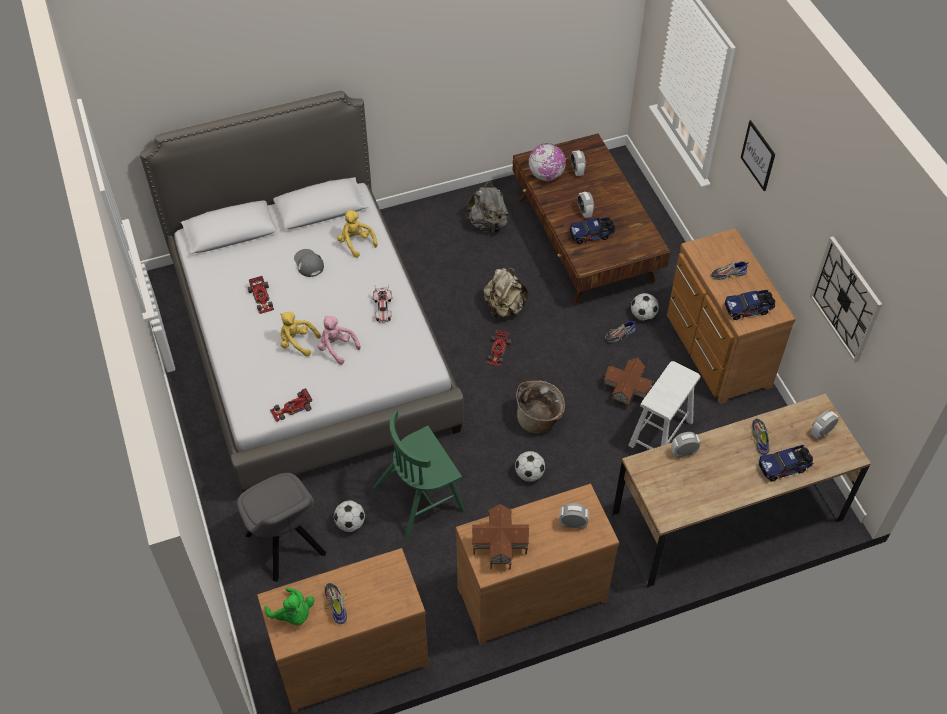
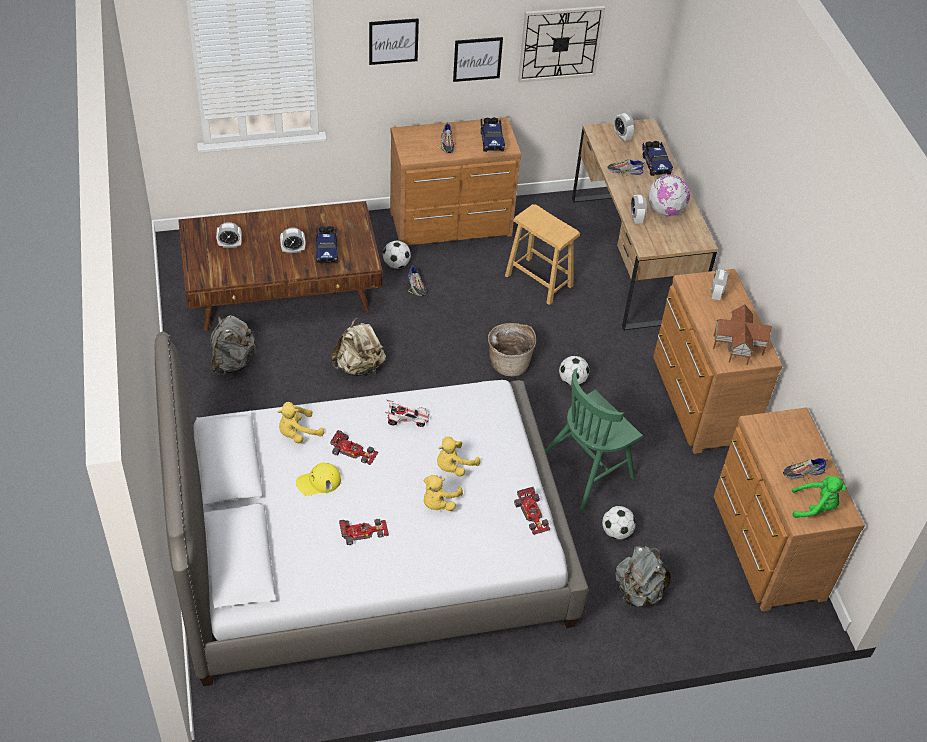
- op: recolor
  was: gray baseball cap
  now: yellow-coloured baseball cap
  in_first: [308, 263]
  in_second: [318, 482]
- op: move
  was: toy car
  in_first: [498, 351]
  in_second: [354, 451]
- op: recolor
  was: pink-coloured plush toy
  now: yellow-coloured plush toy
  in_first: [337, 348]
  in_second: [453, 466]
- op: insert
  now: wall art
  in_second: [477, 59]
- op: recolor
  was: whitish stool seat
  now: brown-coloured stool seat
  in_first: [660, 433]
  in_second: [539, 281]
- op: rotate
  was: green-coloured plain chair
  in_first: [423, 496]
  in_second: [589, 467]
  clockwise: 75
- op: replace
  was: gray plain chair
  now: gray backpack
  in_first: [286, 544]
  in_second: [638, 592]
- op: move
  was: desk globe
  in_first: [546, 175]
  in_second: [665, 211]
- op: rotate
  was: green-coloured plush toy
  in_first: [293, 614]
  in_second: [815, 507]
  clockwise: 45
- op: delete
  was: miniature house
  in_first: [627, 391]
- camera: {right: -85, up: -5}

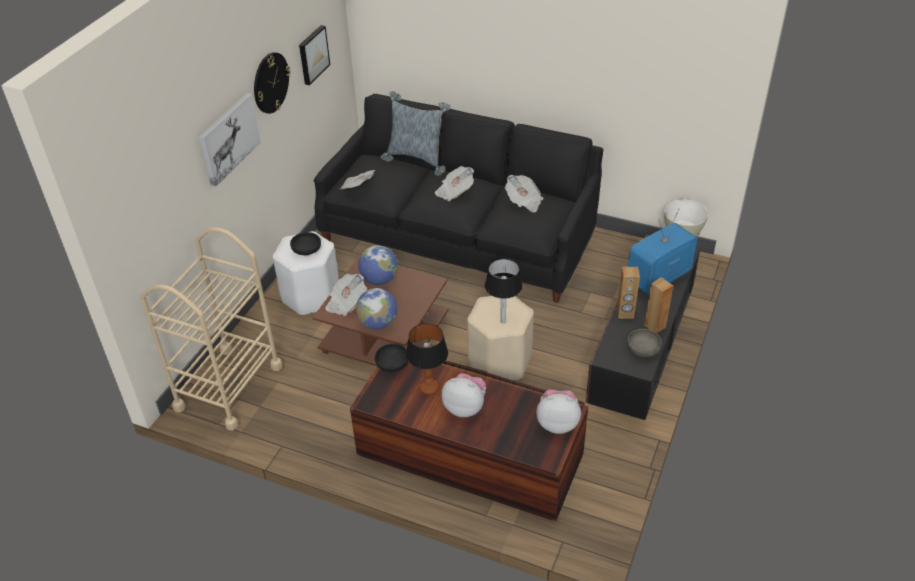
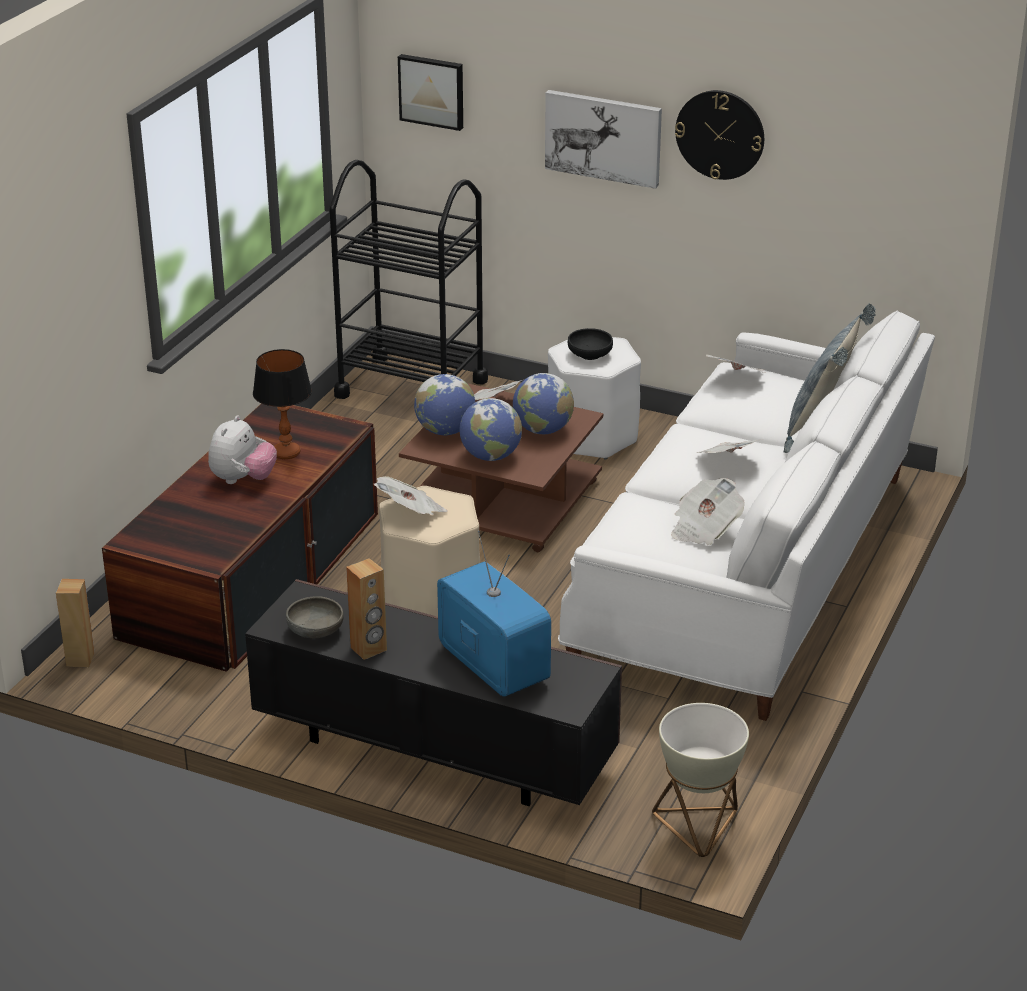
- op: move
  was: brown-coloured loudspeaker
  in_first: [625, 313]
  in_second: [80, 659]
- op: recolor
  was: beige wheeled cart
  now: black wheeled cart
  in_first: [229, 387]
  in_second: [411, 388]
- op: replace
  was: lamp for a table
  now: newspaper
  in_first: [502, 321]
  in_second: [411, 512]
- op: move
  was: wall art
  in_first: [312, 54]
  in_second: [432, 91]
- op: insert
  now: desk globe
  in_second: [490, 456]
- op: recolor
  was: black sofa
  now: whitish sofa
  in_first: [459, 236]
  in_second: [750, 569]
- op: delete
  was: black deep dish
  in_first: [392, 365]
- op: delete
  was: plush toy
  in_first: [557, 423]
- camera: {right: 90, up: -10}

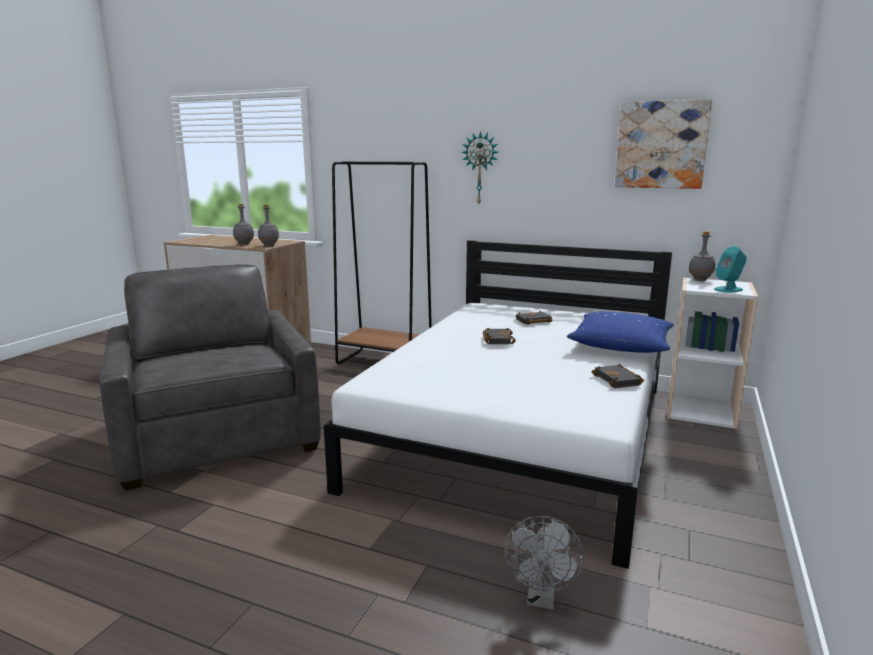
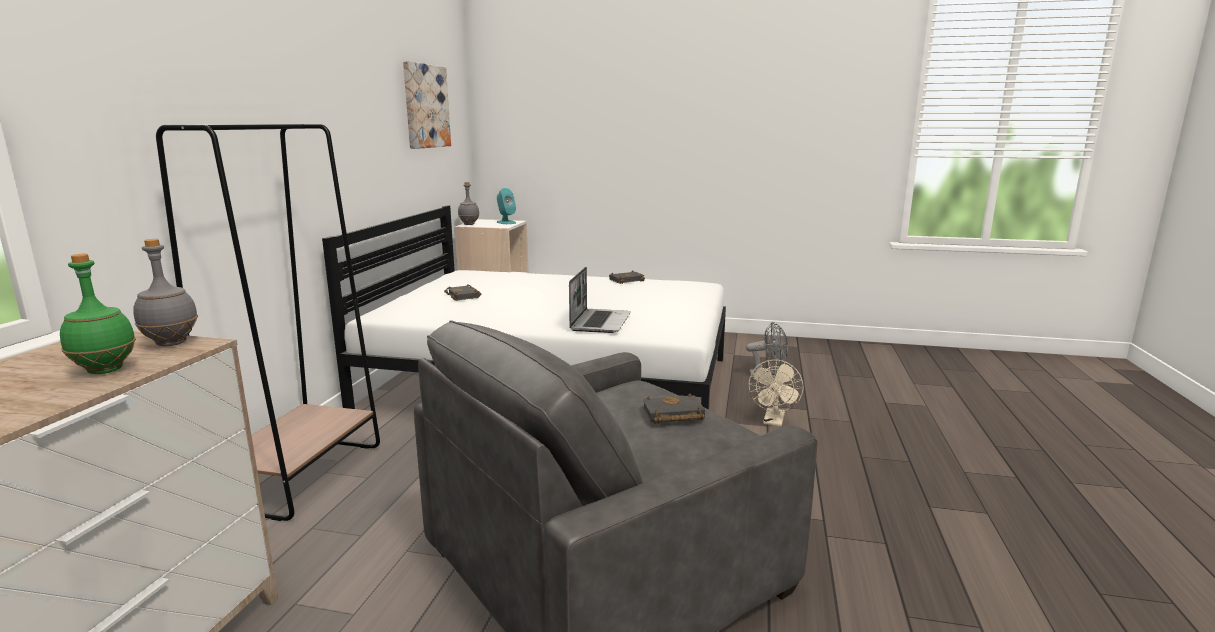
- op: recolor
  was: gray drink bottle
  now: green-coloured drink bottle
  in_first: [244, 244]
  in_second: [104, 370]
- op: insert
  now: portable computer
  in_second: [600, 322]
- op: move
  was: black book
  in_first: [497, 339]
  in_second: [672, 415]
- op: insert
  now: beige fan
  in_second: [774, 422]
- op: delete
  was: wall clock
  in_first: [480, 168]
- op: delete
  was: bluish pillow
  in_first: [621, 346]
- camera: {right: -100, up: 0}

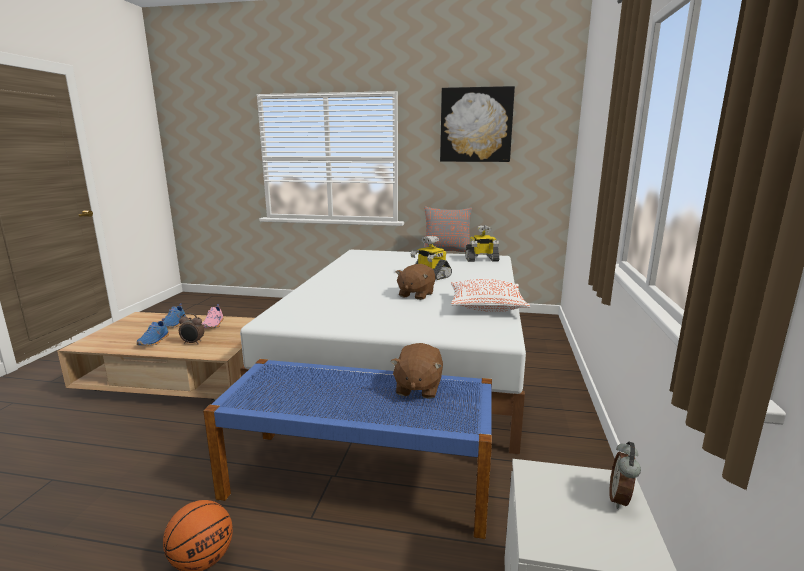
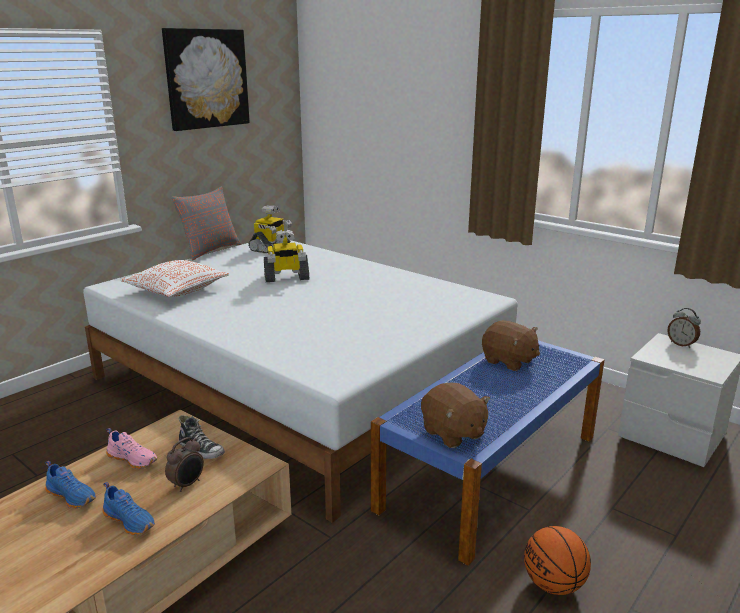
- op: move
  was: whitish pillow
  in_first: [486, 306]
  in_second: [177, 290]
- op: insert
  now: low shoe
  in_second: [202, 450]
- op: move
  was: brown-coloured plush toy
  in_first: [415, 294]
  in_second: [453, 433]
- camera: {right: -60, up: 5}

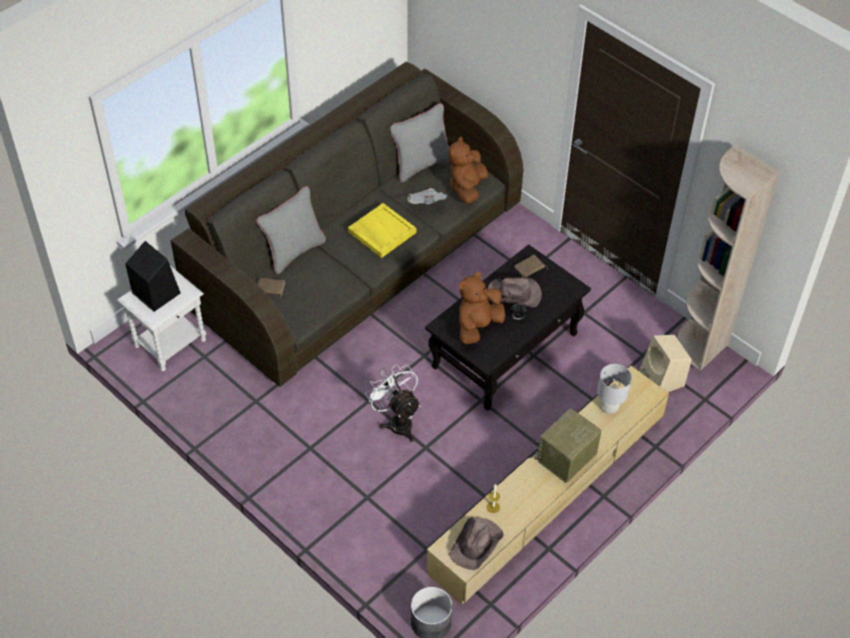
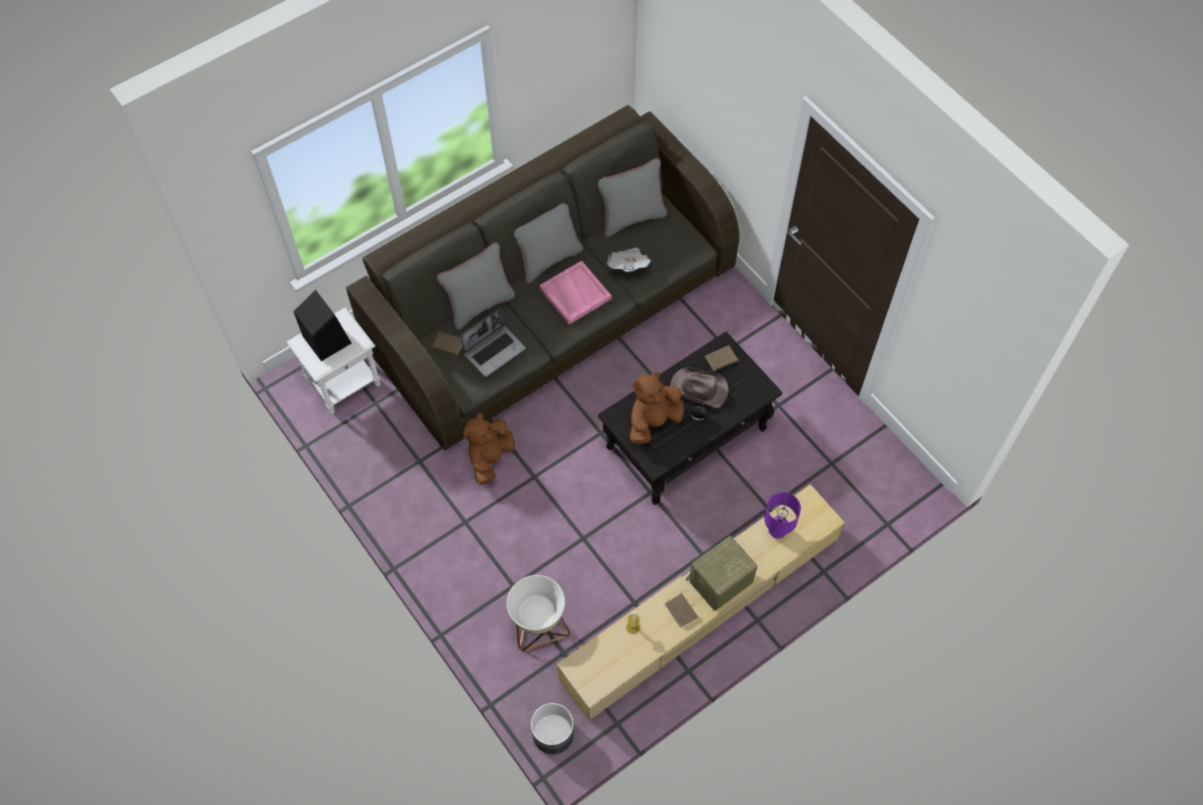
- op: insert
  now: portable computer
  in_second: [494, 350]
- op: move
  was: brown-coloured plush toy
  in_first: [467, 188]
  in_second: [490, 458]
- op: insert
  now: planter
  in_second: [538, 629]
- op: insert
  now: gray pillow
  in_second: [548, 259]
- op: recolor
  was: yellow-coloured serving tray
  now: pink-coloured serving tray
  in_first: [381, 232]
  in_second: [574, 294]
- op: insert
  now: brown-coloured book
  in_second: [682, 610]
- op: recolor
  was: gray lamp for a table
  now: purplish lamp for a table
  in_first: [610, 408]
  in_second: [778, 530]
- op: delete
  was: whitish fan
  in_first: [397, 421]
- op: delete
  was: brown-coloured clothing hat
  in_first: [476, 544]
- op: delete
  was: beige loudspeaker
  in_first: [662, 379]
- op: delete
  was: beige shelving unit
  in_first: [696, 348]
- camera: {right: 10, up: 10}

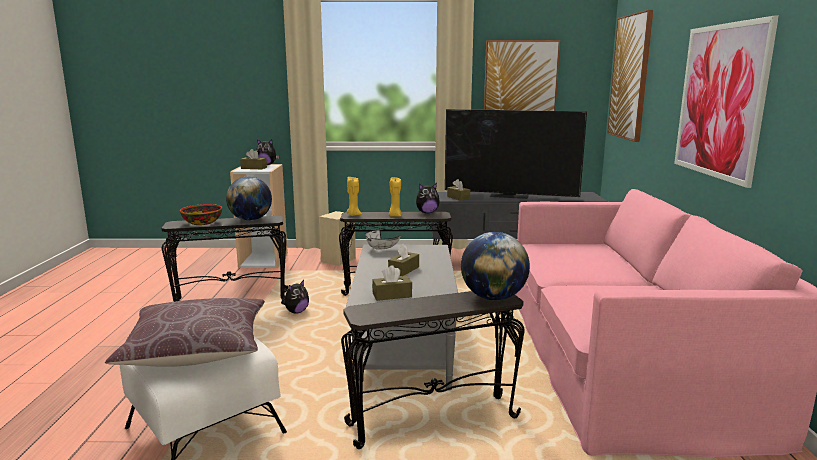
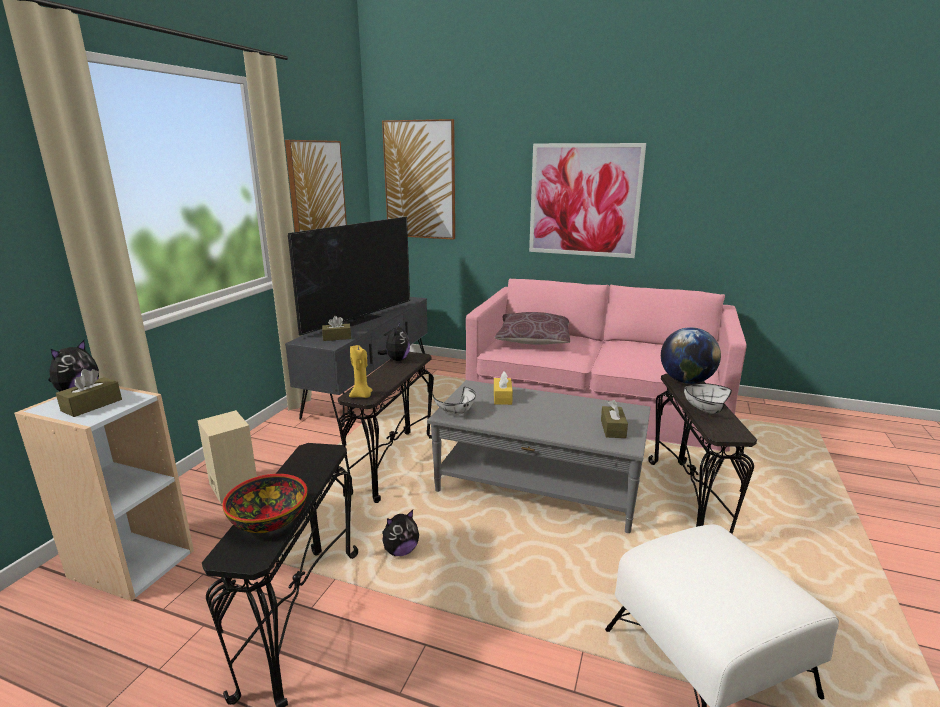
- op: rotate
  was: plush toy
  in_first: [296, 312]
  in_second: [400, 551]
  clockwise: 90
- op: insert
  now: yellow-coloured tissue holder
  in_second: [502, 397]
- op: move
  was: brown-coloured pillow
  in_first: [196, 349]
  in_second: [533, 340]
- op: insert
  now: whitish deep dish
  in_second: [703, 410]
- op: delete
  was: desk globe
  in_first: [250, 220]
- op: delete
  was: brown-coloured tissue holder
  in_first: [403, 270]
- op: delete
  was: yellow-coloured wax light
  in_first: [395, 216]
- camera: {right: -70, up: 5}

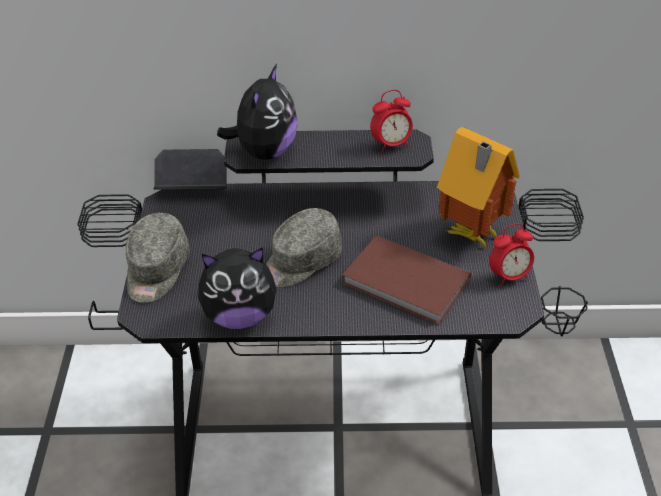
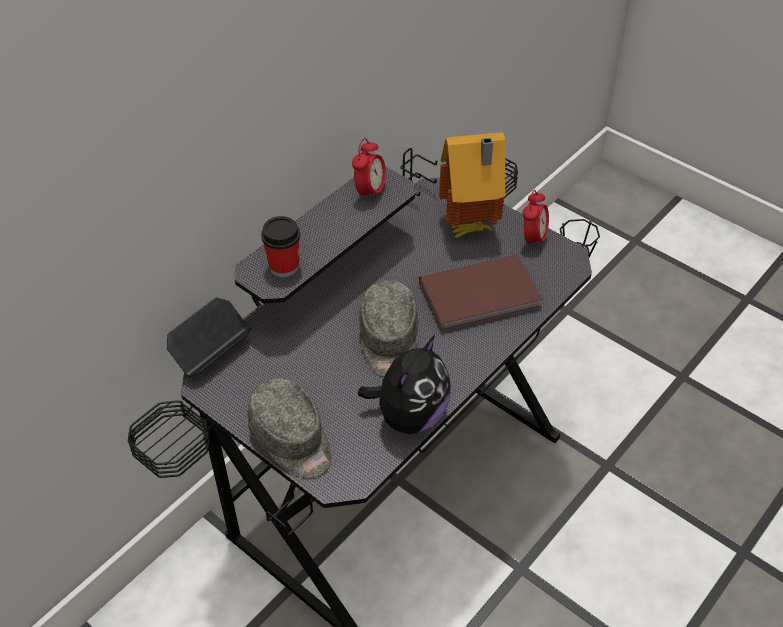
- op: replace
  was: plush toy
  now: small cup
  in_first: [265, 151]
  in_second: [284, 266]
- camera: {right: -50, up: 5}

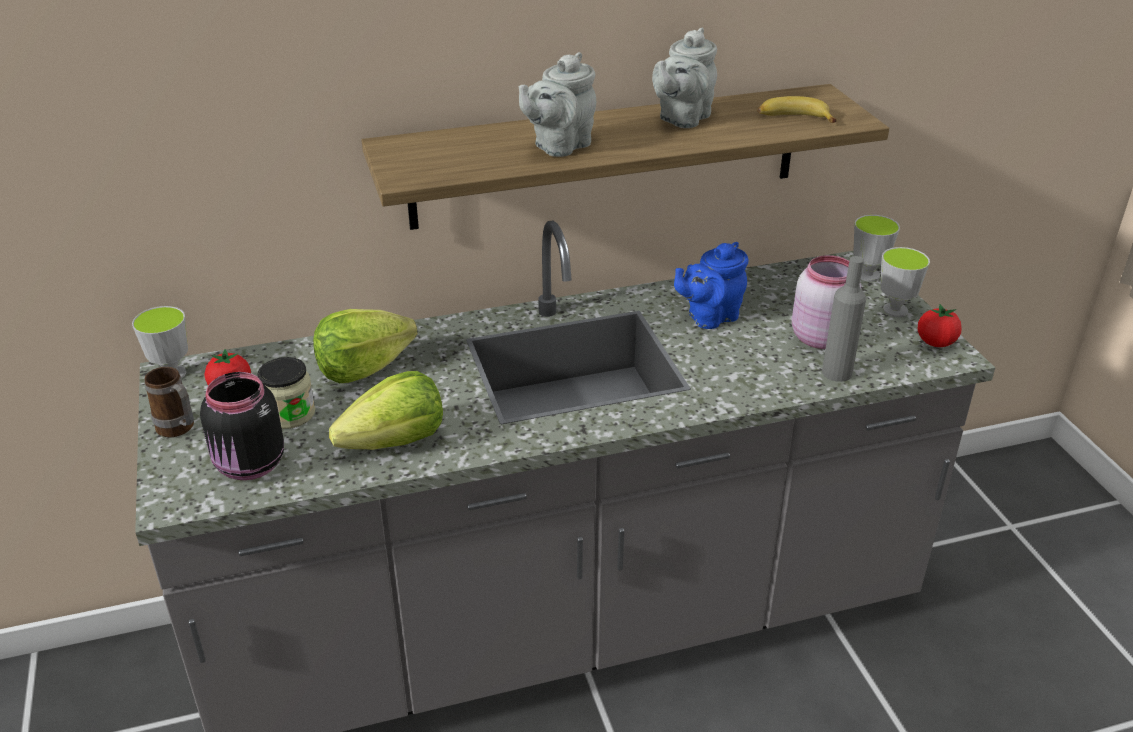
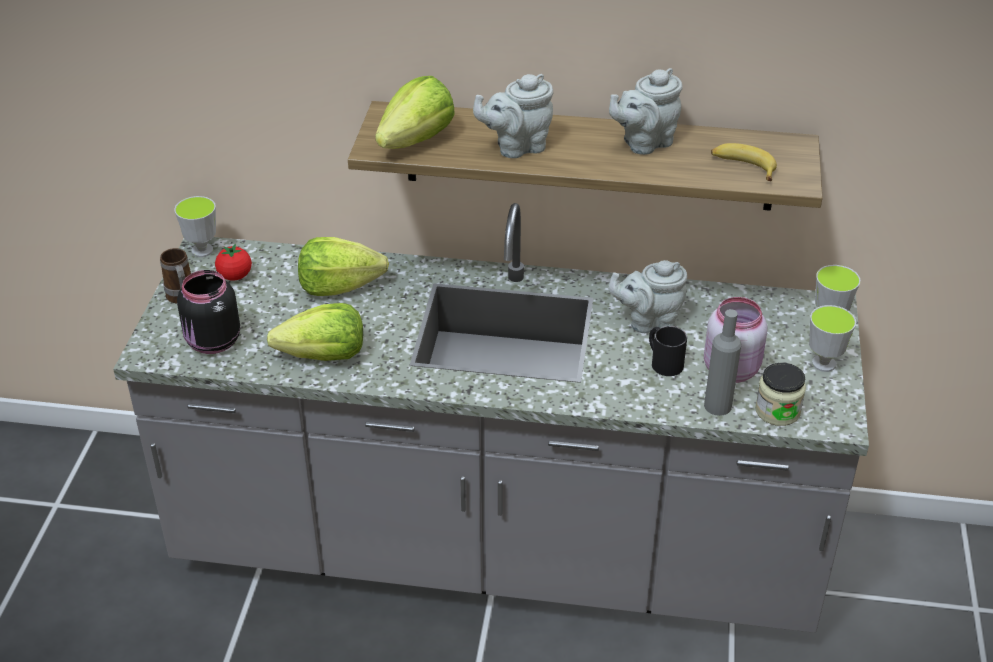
- op: insert
  now: lettuce
  in_second: [416, 140]
- op: recolor
  was: bluish tea pot
  now: gray tea pot
  in_first: [709, 317]
  in_second: [648, 321]
- op: insert
  now: black coffee mug
  in_second: [663, 361]
- op: move
  was: storage jar
  in_first: [289, 414]
  in_second: [777, 411]
- op: delete
  was: whole tomato
  in_first: [935, 343]
- camera: {right: 25, up: 5}

